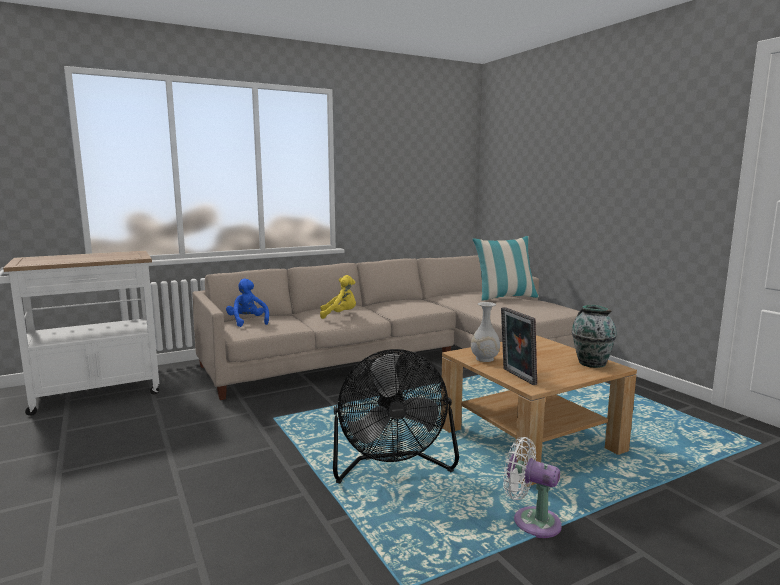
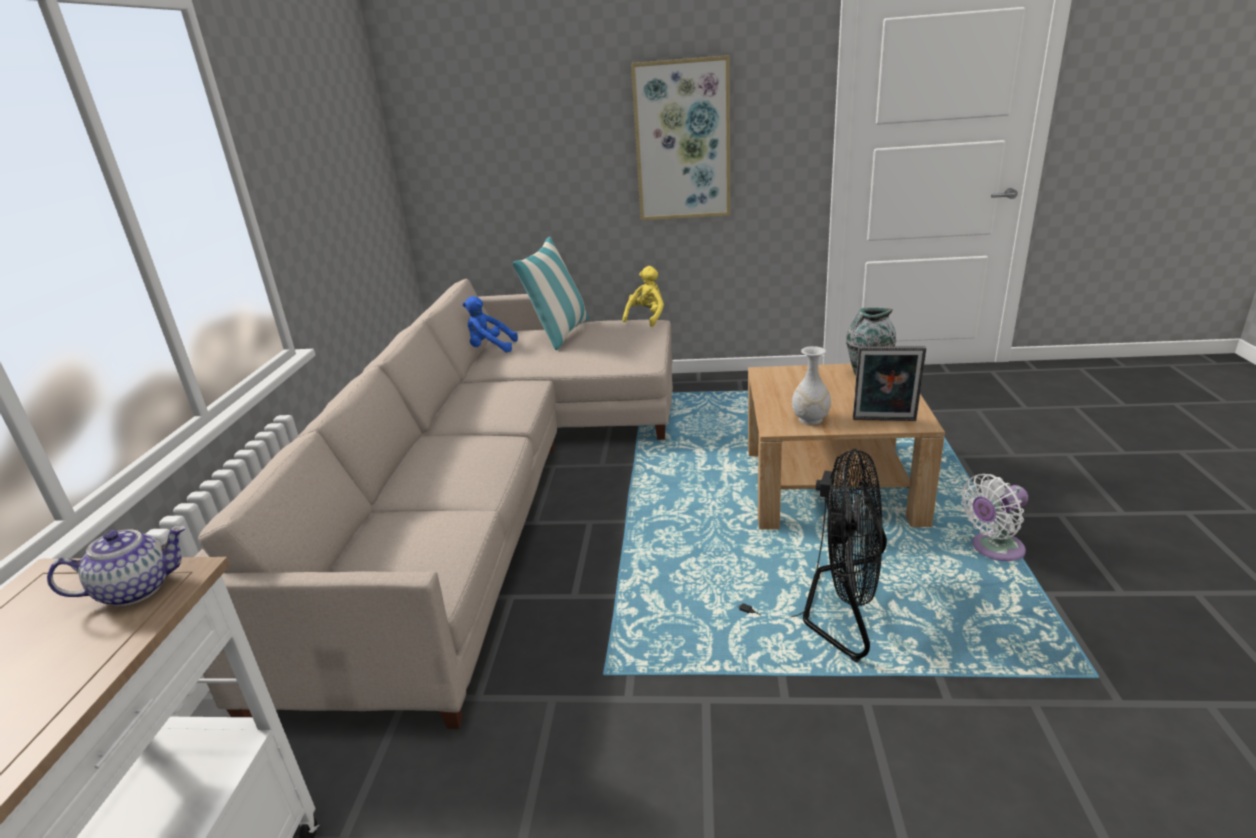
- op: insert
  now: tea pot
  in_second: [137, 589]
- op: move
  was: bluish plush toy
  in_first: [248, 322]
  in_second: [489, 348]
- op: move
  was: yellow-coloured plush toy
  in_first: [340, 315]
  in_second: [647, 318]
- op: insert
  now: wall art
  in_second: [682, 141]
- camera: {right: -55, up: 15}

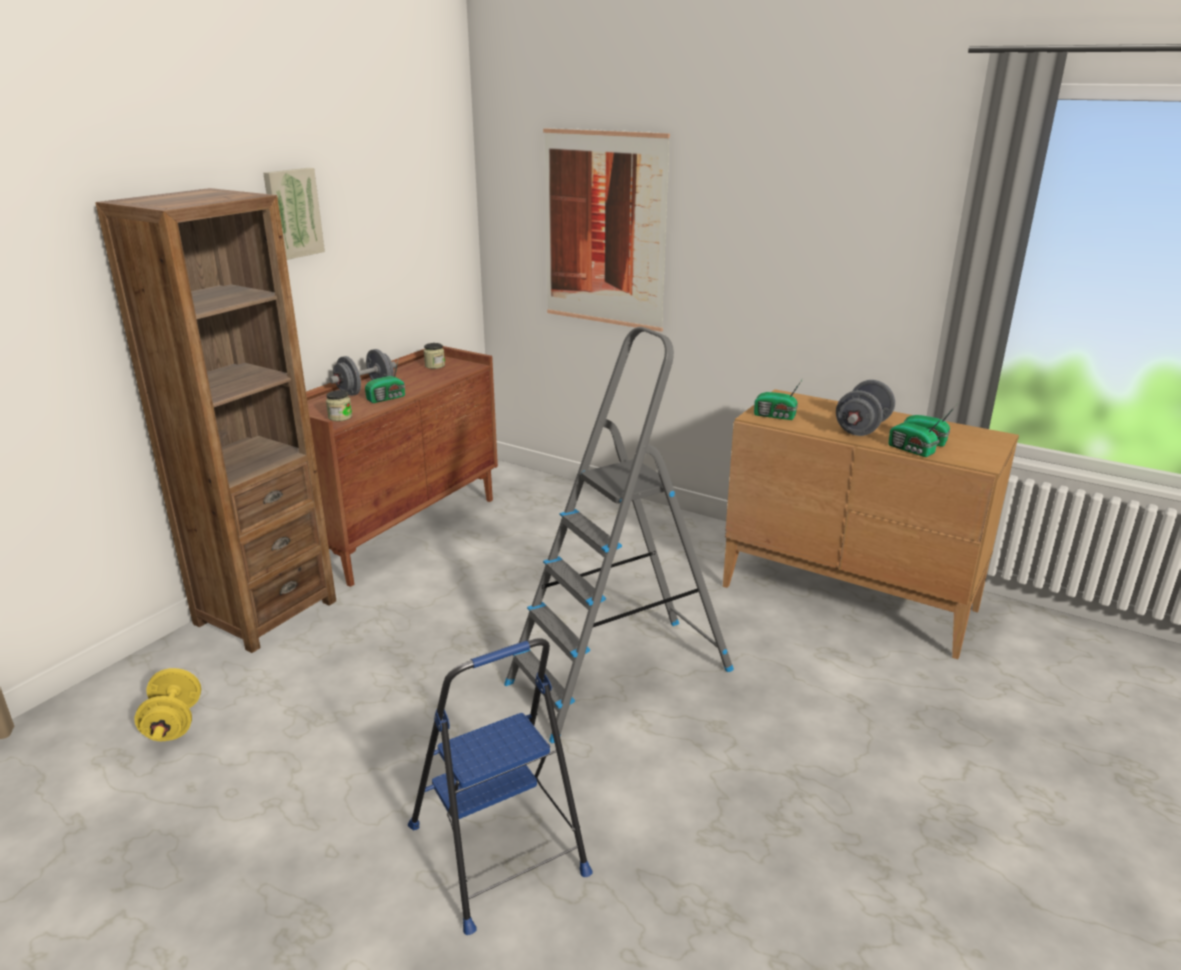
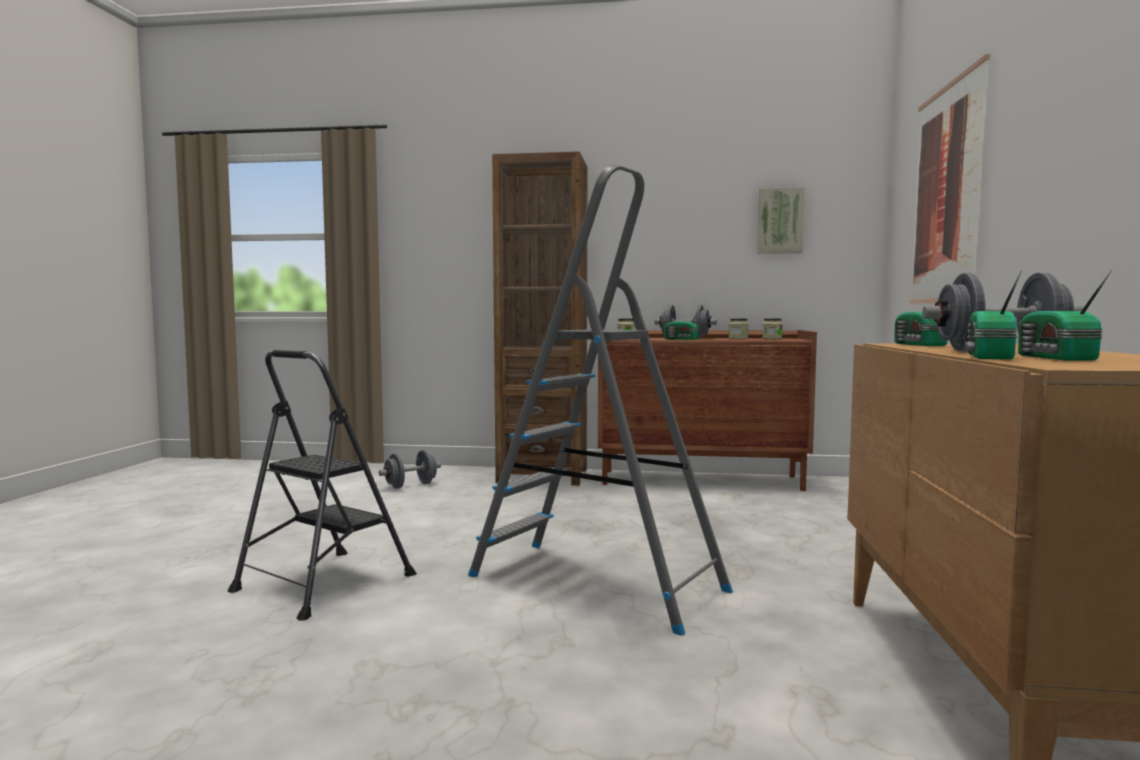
- op: recolor
  was: bluish step stool
  now: black step stool
  in_first: [499, 852]
  in_second: [320, 583]
- op: recolor
  was: yellow-coloured dumbbell
  now: gray dumbbell
  in_first: [174, 724]
  in_second: [410, 485]
- op: insert
  now: storage jar
  in_second: [738, 338]
- op: move
  was: wall art
  in_first: [292, 213]
  in_second: [780, 221]
- camera: {right: 65, up: -20}

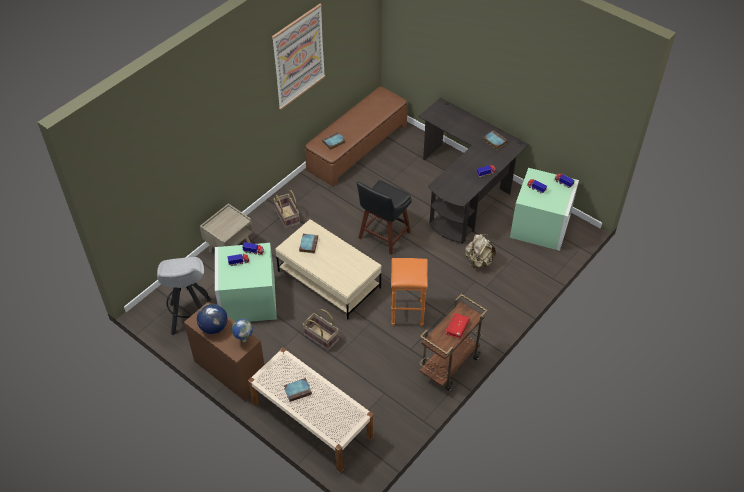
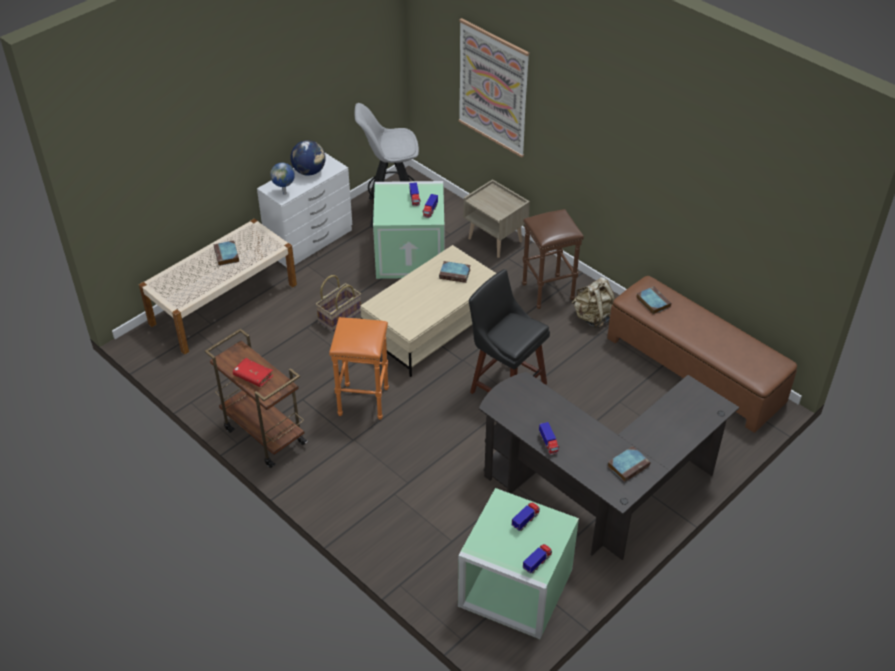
- op: recolor
  was: brown-coloured dresser
  now: whitish dresser
  in_first: [230, 369]
  in_second: [310, 241]
- op: move
  was: wall art
  in_first: [299, 57]
  in_second: [493, 88]
- op: replace
  was: basket
  now: brown-coloured stool seat
  in_first: [287, 217]
  in_second: [548, 290]
- op: move
  was: beige backpack
  in_first: [478, 261]
  in_second: [593, 317]
- camera: {right: 95, up: -5}

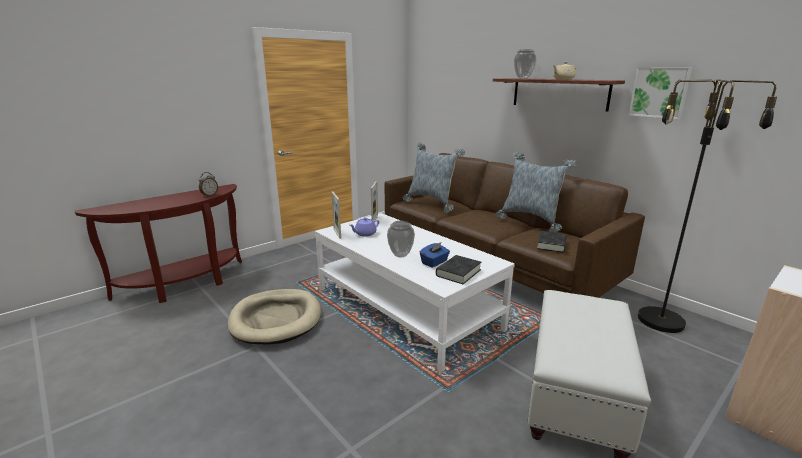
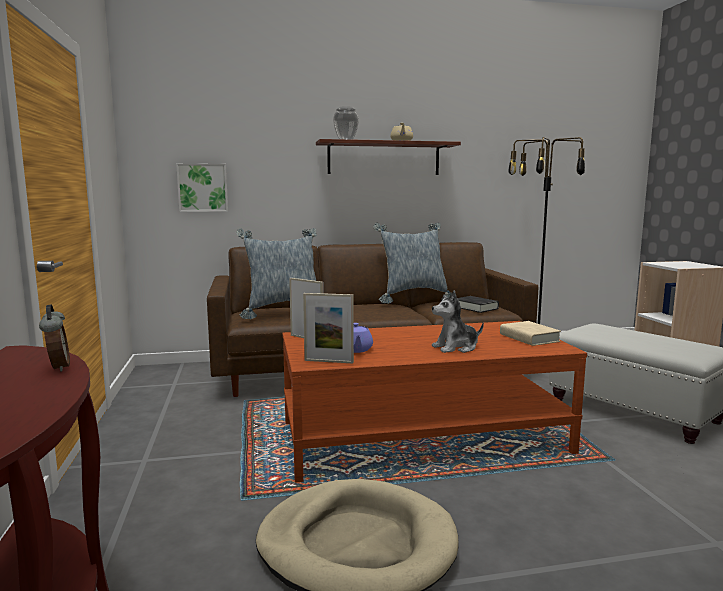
- op: move
  was: wall art
  in_first: [659, 92]
  in_second: [202, 187]
- op: recolor
  was: whitish lounge table
  now: brown-coloured lounge table
  in_first: [405, 308]
  in_second: [423, 437]
- op: replace
  was: flower vase
  now: plush toy
  in_first: [400, 255]
  in_second: [456, 348]
- op: recolor
  was: black book
  now: beige book
  in_first: [458, 273]
  in_second: [529, 338]
- op: delete
  was: bluish tissue holder
  in_first: [434, 262]
- camera: {right: -60, up: -10}

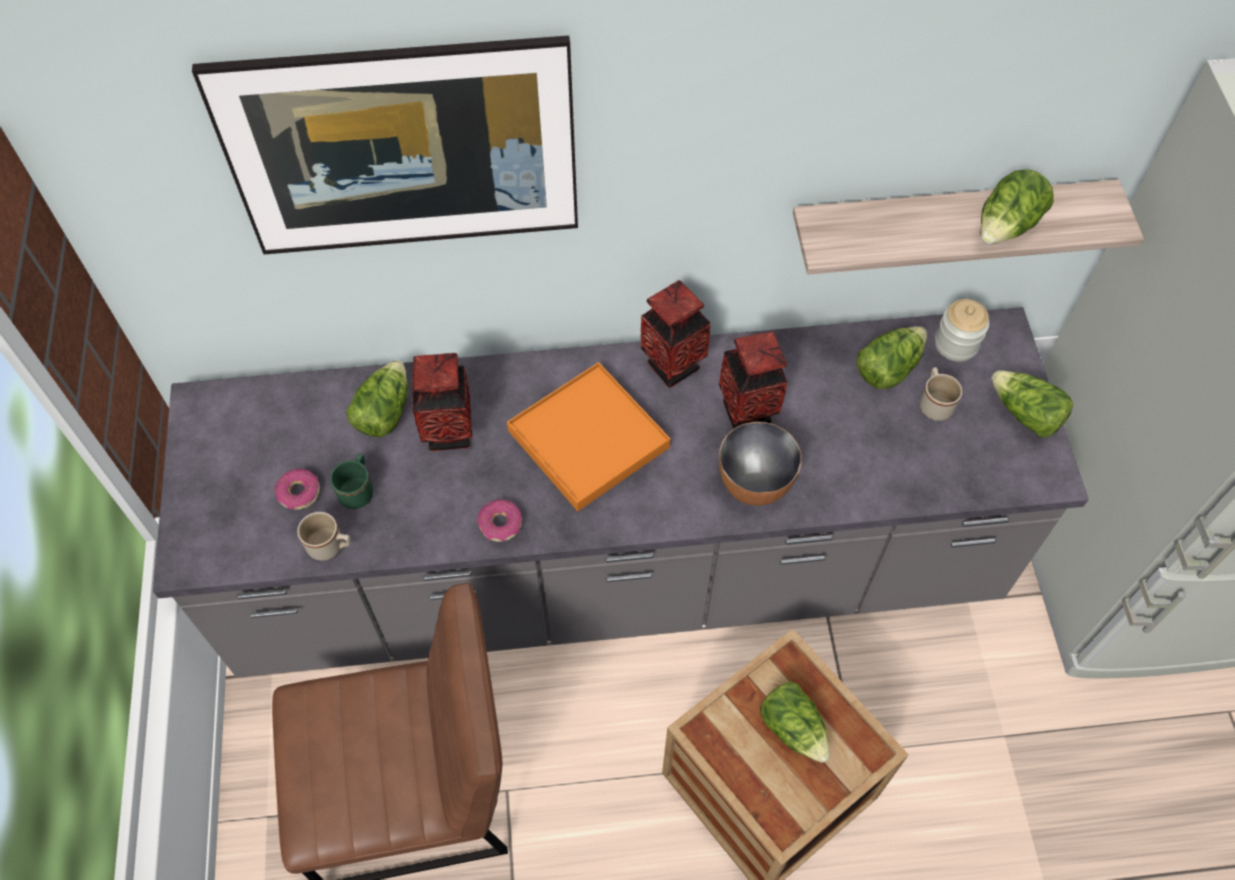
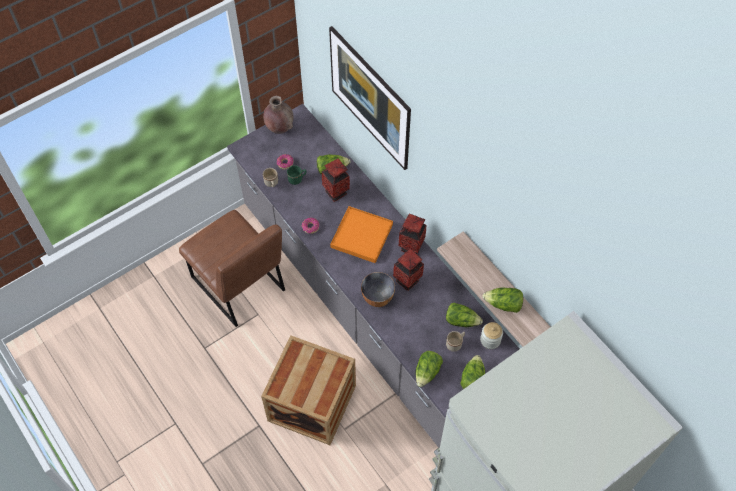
- op: insert
  now: brown-coloured flower vase
  in_second: [279, 128]
- op: move
  was: lettuce
  in_first: [794, 727]
  in_second: [427, 372]
- camera: {right: 60, up: 0}

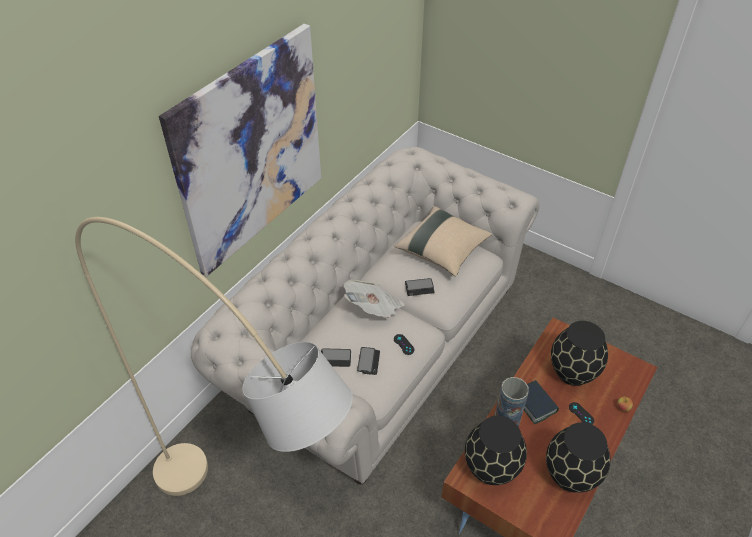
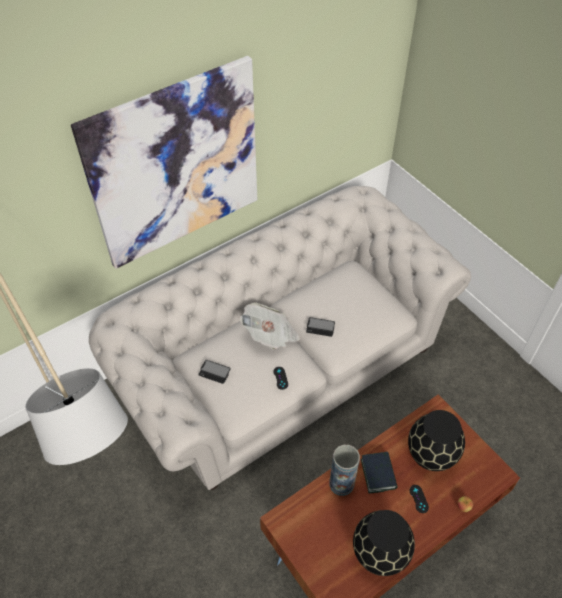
- op: delete
  was: handset
  in_first: [368, 361]
- op: delete
  was: beige pillow
  in_first: [442, 250]
- op: delete
  was: black flower vase
  in_first: [492, 468]
- camera: {right: 20, up: 5}

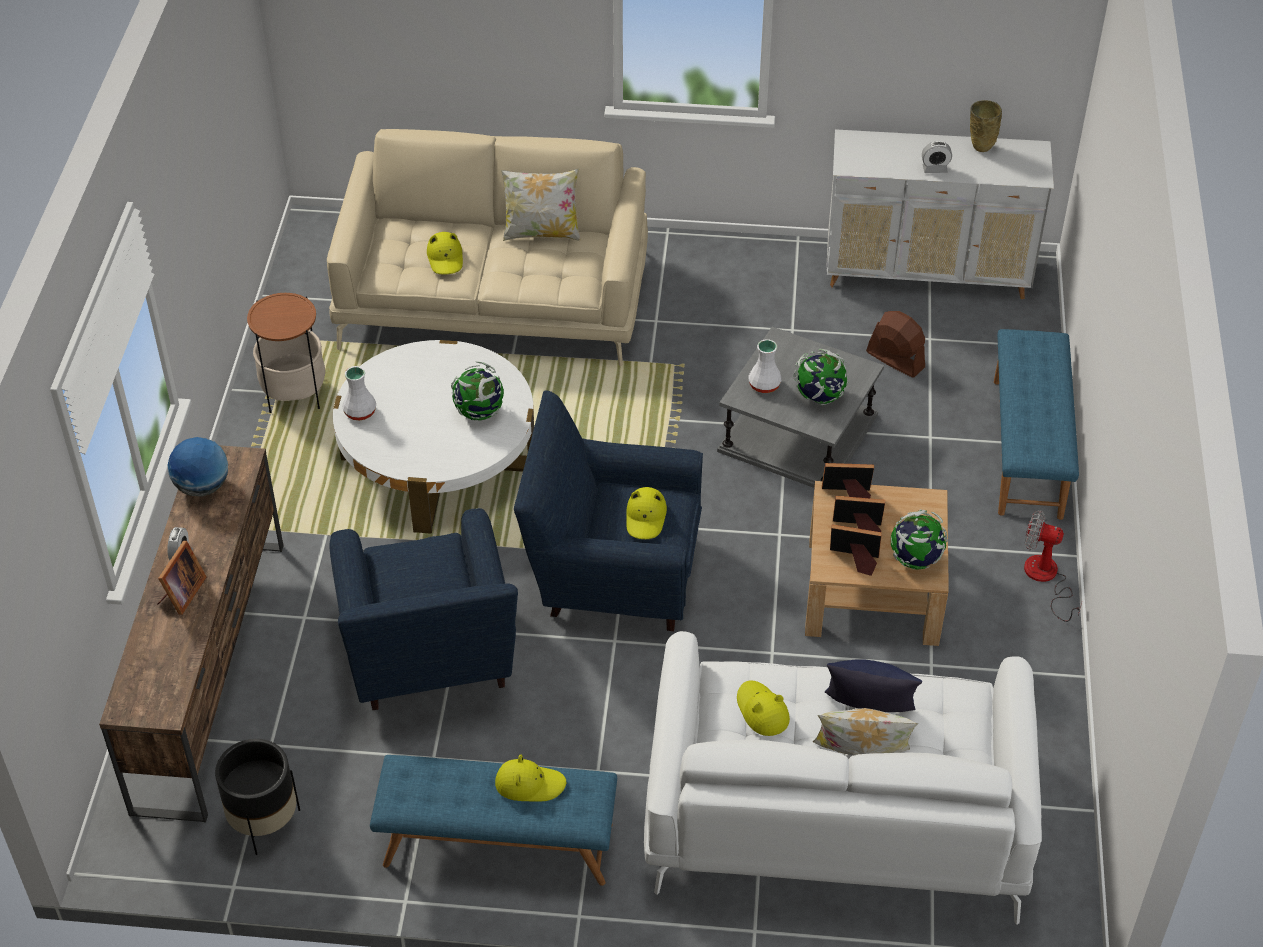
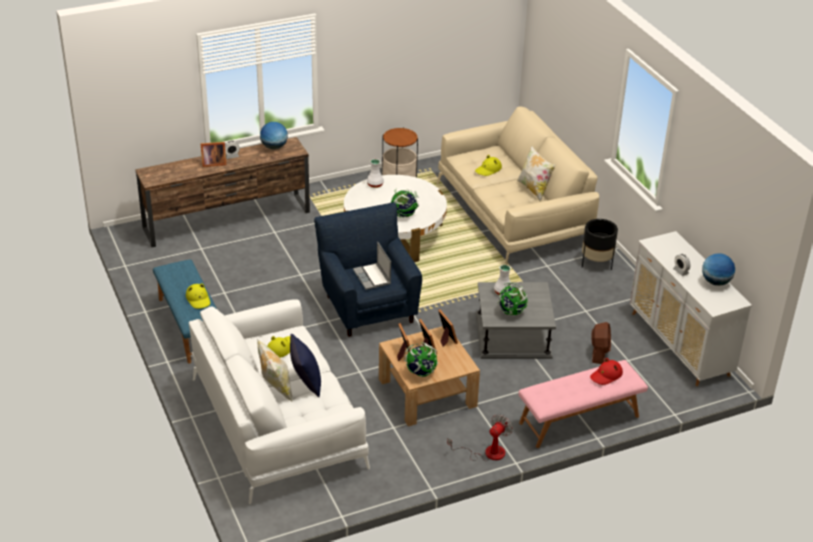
- op: replace
  was: yellow-coloured clothing hat
  now: portable computer
  in_first: [646, 517]
  in_second: [372, 277]
- op: rotate
  was: fan
  in_first: [1045, 578]
  in_second: [487, 453]
  clockwise: 45
- op: recolor
  was: bluish bench
  now: pink-coloured bench
  in_first: [1028, 448]
  in_second: [579, 420]
- op: move
  was: black planter
  in_first: [264, 823]
  in_second: [596, 263]
- op: insert
  now: red-coloured clothing hat
  in_second: [606, 375]
- op: replace
  was: beige flower vase
  now: desk globe
  in_first: [980, 149]
  in_second: [715, 282]
- op: delete
  was: bluish lounge chair
  in_first: [429, 657]
- camera: {right: 60, up: -10}

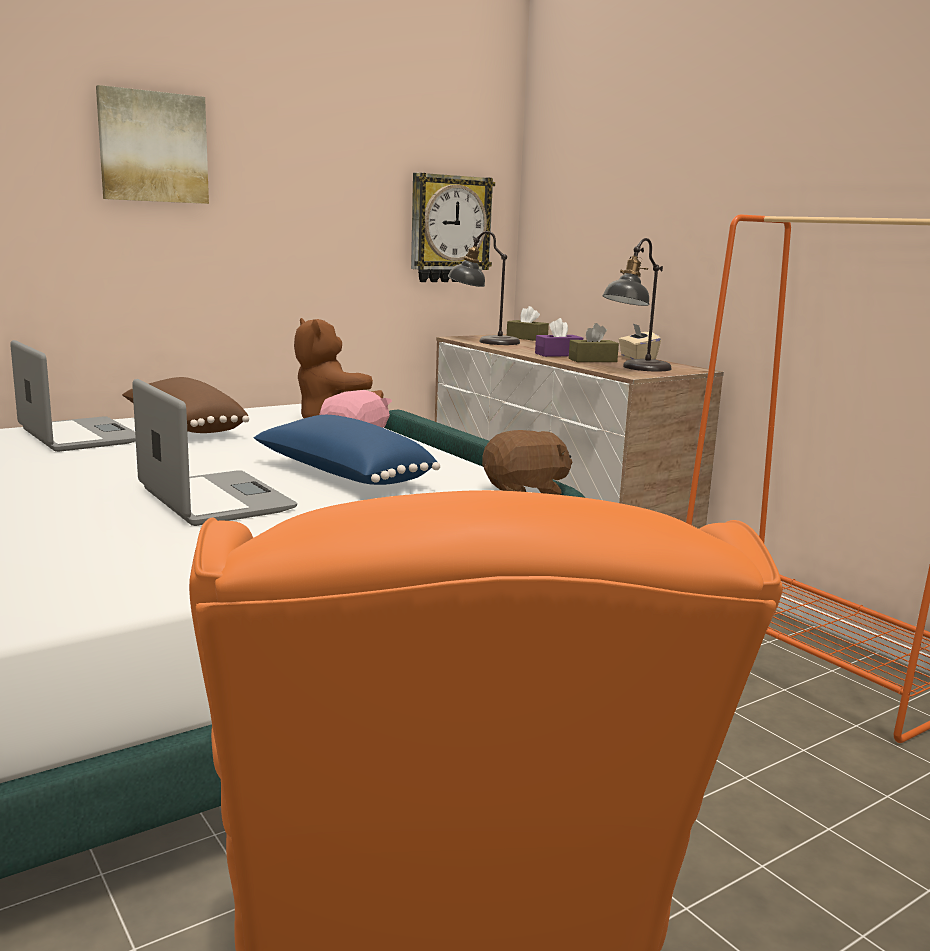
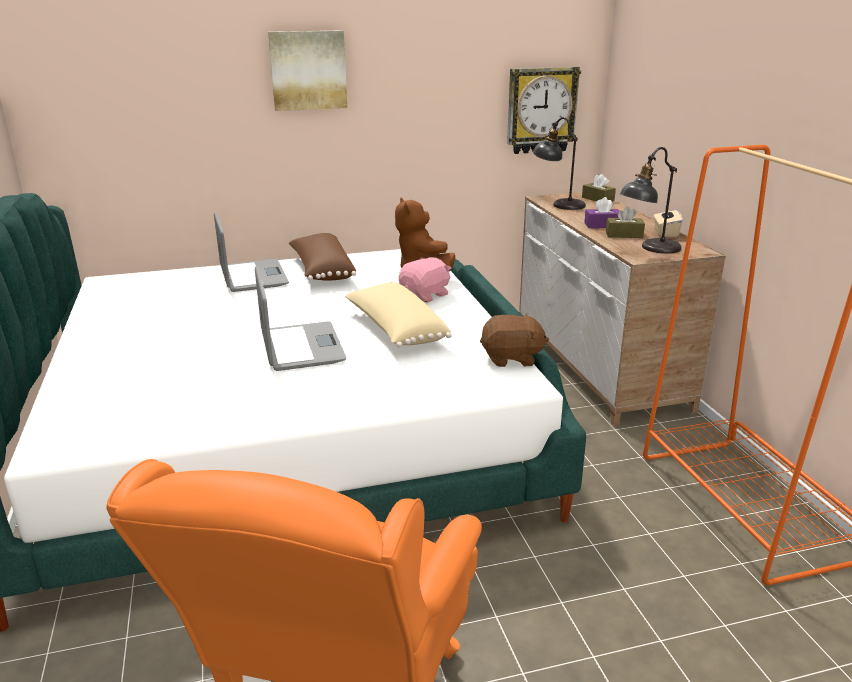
- op: recolor
  was: bluish pillow
  now: beige pillow
  in_first: [342, 476]
  in_second: [395, 330]
- camera: {right: 20, up: 10}

